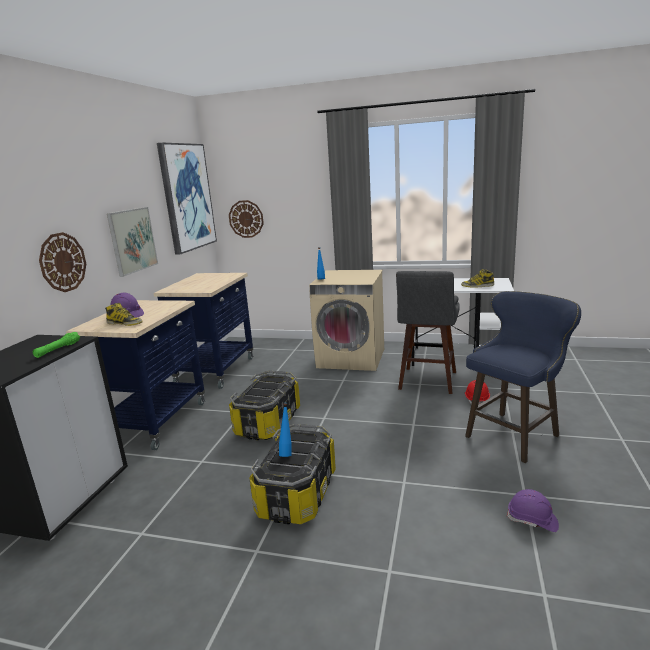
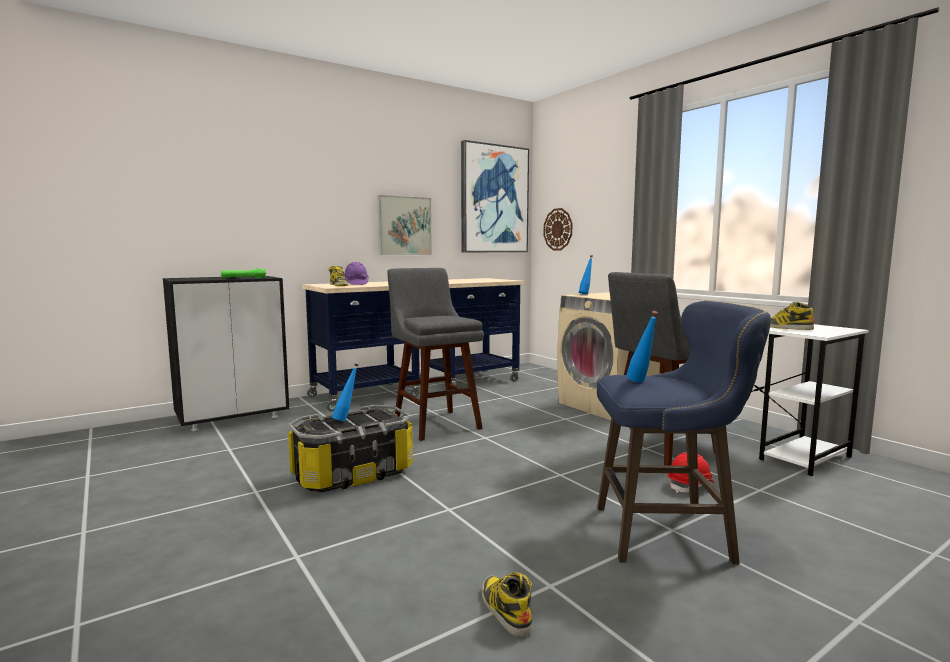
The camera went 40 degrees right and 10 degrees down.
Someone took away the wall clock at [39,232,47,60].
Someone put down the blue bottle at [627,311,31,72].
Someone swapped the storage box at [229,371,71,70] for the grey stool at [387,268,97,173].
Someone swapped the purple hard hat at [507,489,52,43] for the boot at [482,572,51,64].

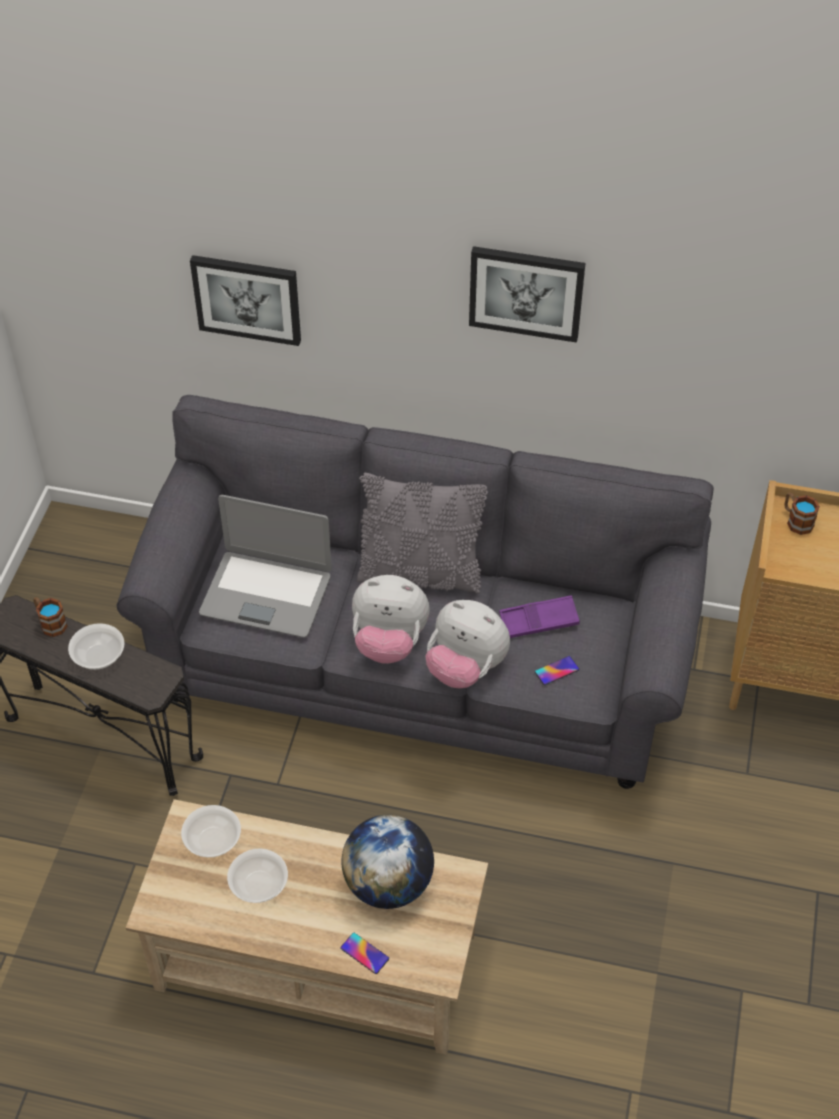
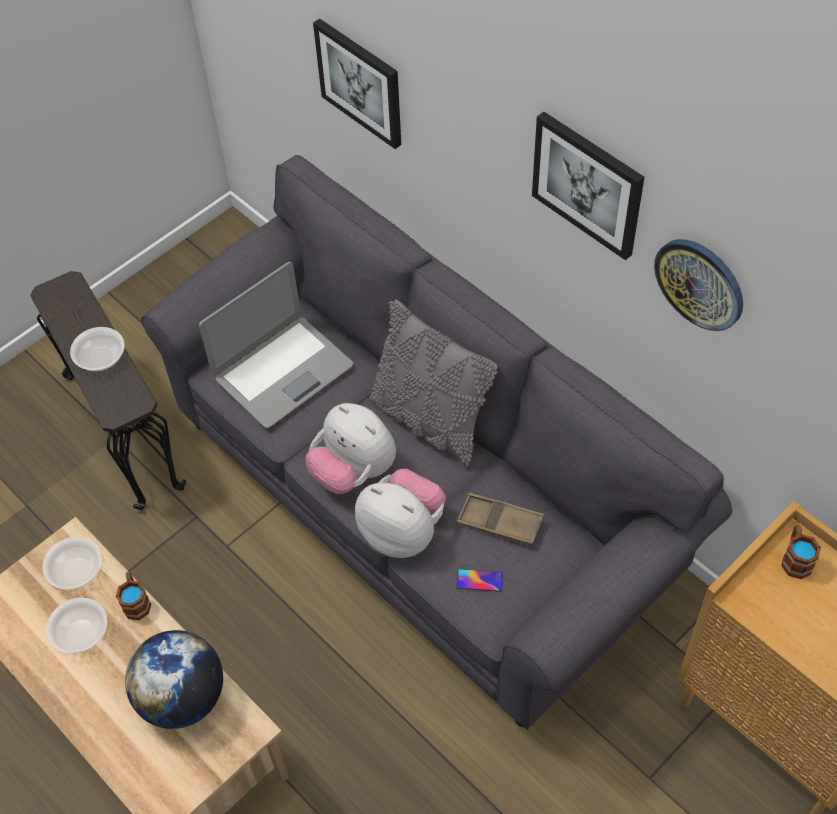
The camera went 35 degrees right and 5 degrees up.
Someone took away the phone at [340,933,49,41].
Someone put up the wall clock at [654,239,89,92].
Someone carried the mug from [33,597,35,40] to [116,572,35,48].
Someone repainted the purple tray at [499,595,81,43], which became the brown tray at [456,493,88,53].
Someone rotated the laptop at [199,495,133,143] by 90 degrees counterclockwise.
Someone rotated the plush toy at [425,600,85,88] by 150 degrees clockwise.

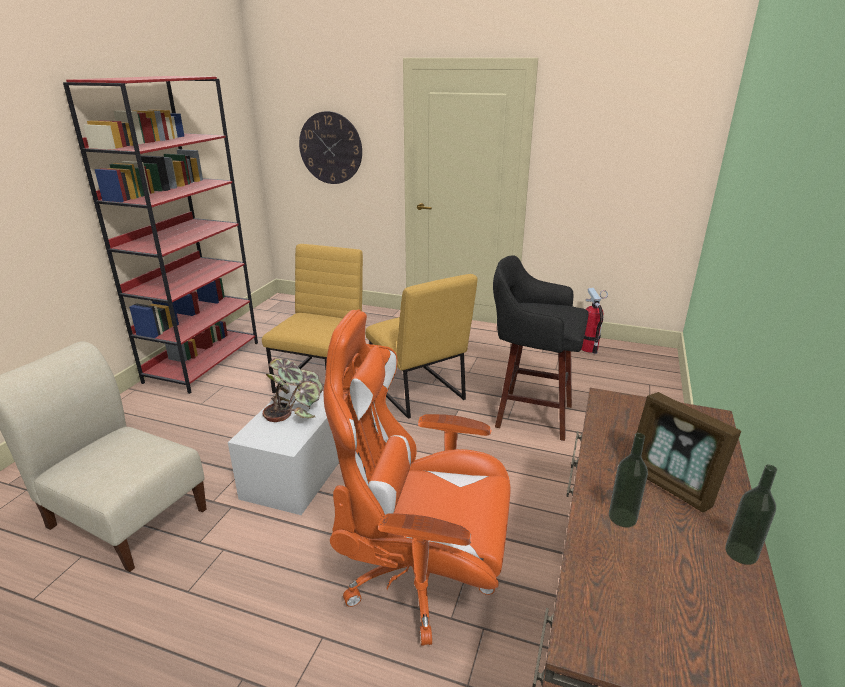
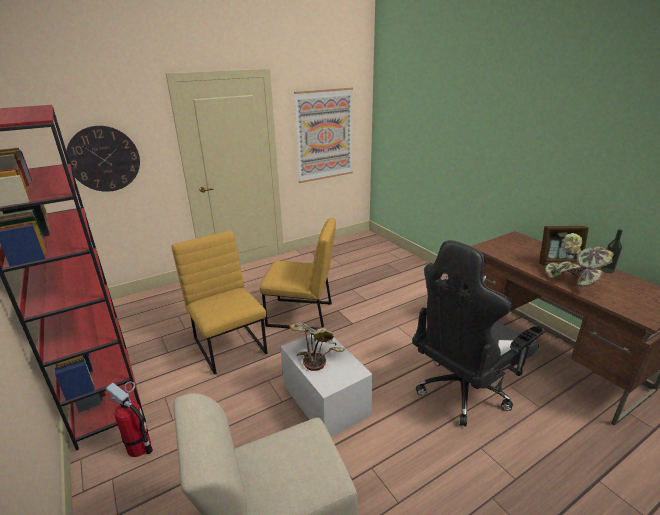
The camera went 50 degrees left and 0 degrees up.
Someone took away the black stool at [493,255,96,186].
Someone put up the picture at [294,88,59,95].
Someone carried the fire extinguisher from [581,288,27,66] to [106,381,47,76].
Someone swapped the bottle at [609,433,39,94] for the potted plant at [545,233,69,54].
Someone repainted the orange office chair at [324,309,186,337], which became the black office chair at [412,240,132,186].

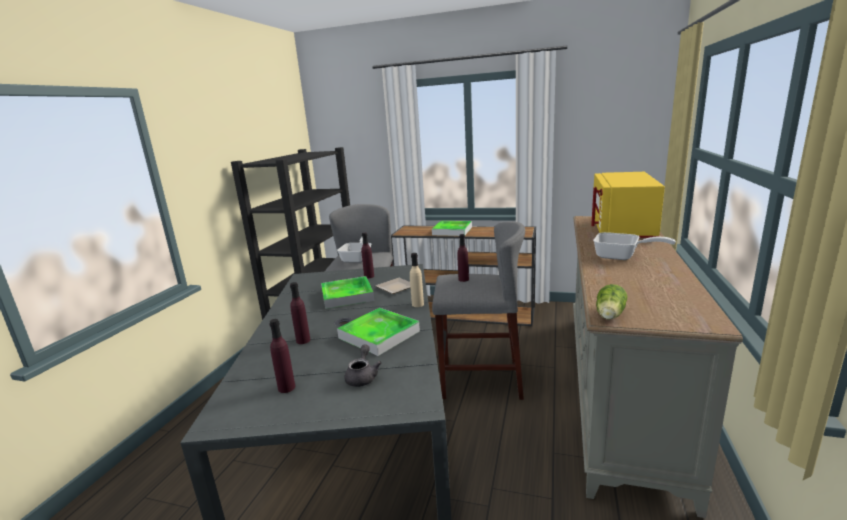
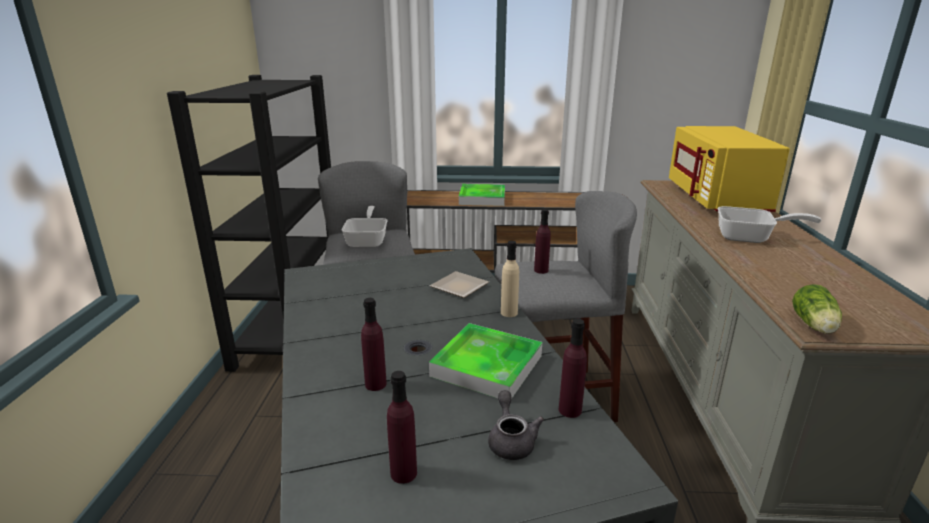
The camera went 15 degrees left and 5 degrees up.
Someone took away the tray at [321,276,53,33].
Someone carried the purple bottle from [361,233,13,46] to [559,319,28,99].

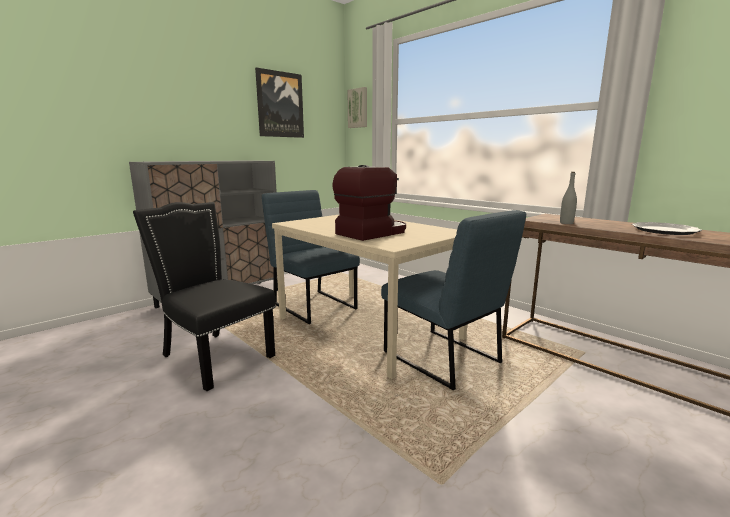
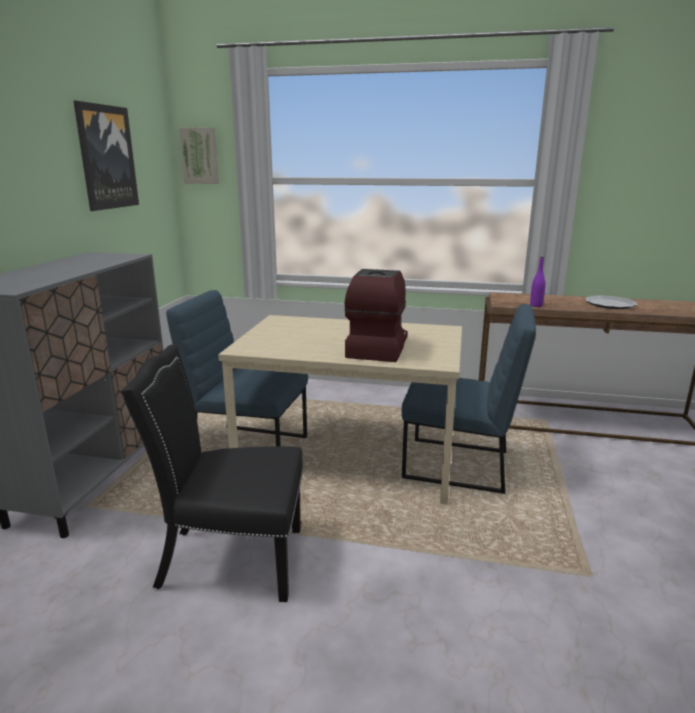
The camera went 35 degrees left and 5 degrees up.
Someone repainted the grey bottle at [560,172,17,52], which became the purple bottle at [530,257,16,50].

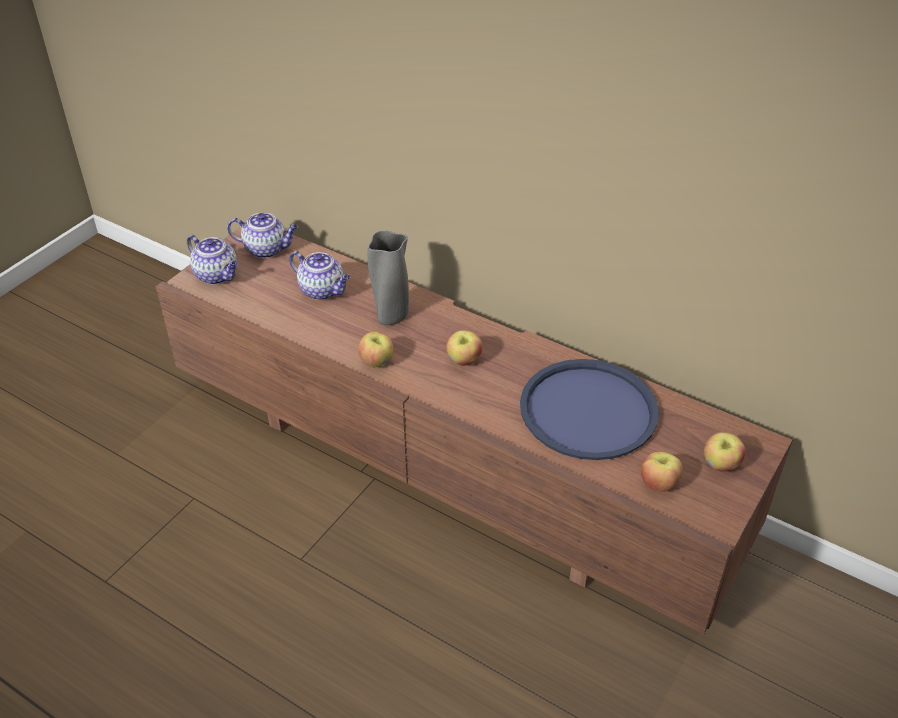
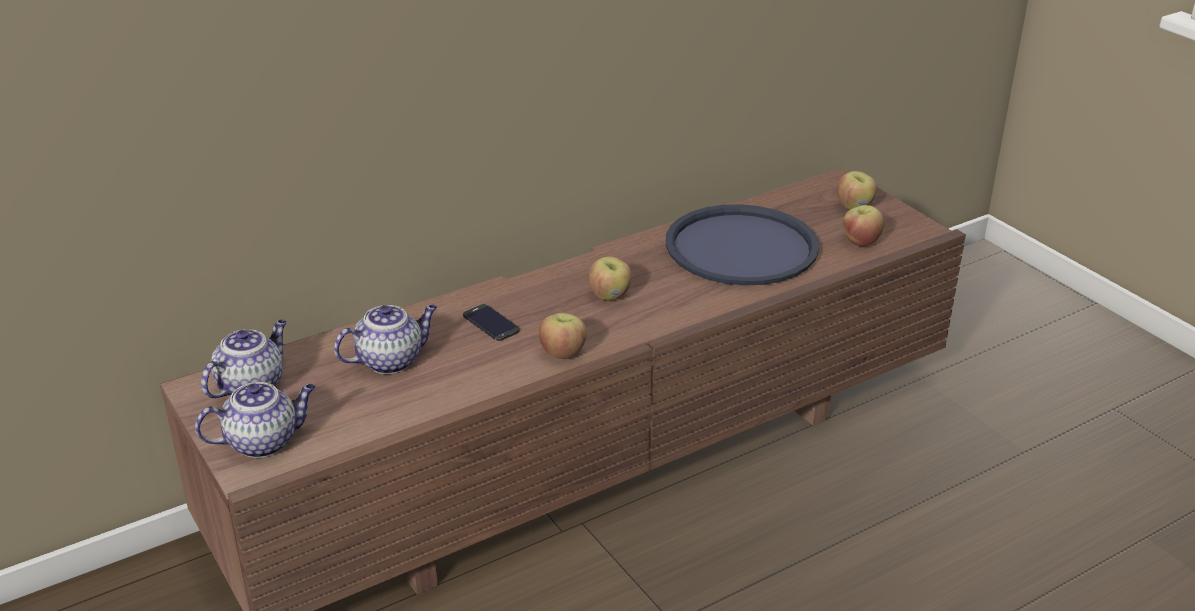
The camera went 65 degrees left and 10 degrees down.
Someone swapped the grey vase at [367,230,42,95] for the phone at [463,304,57,37].

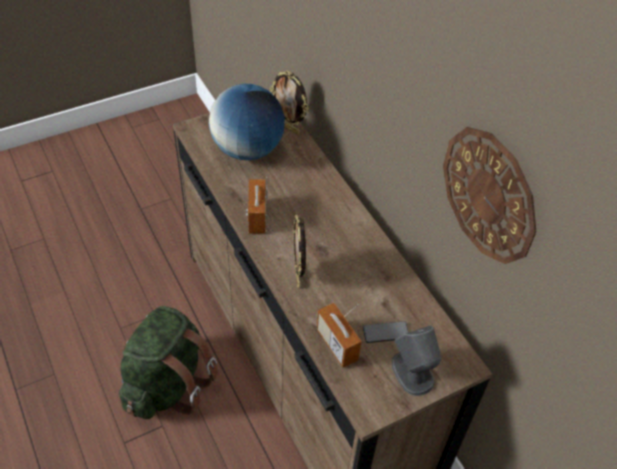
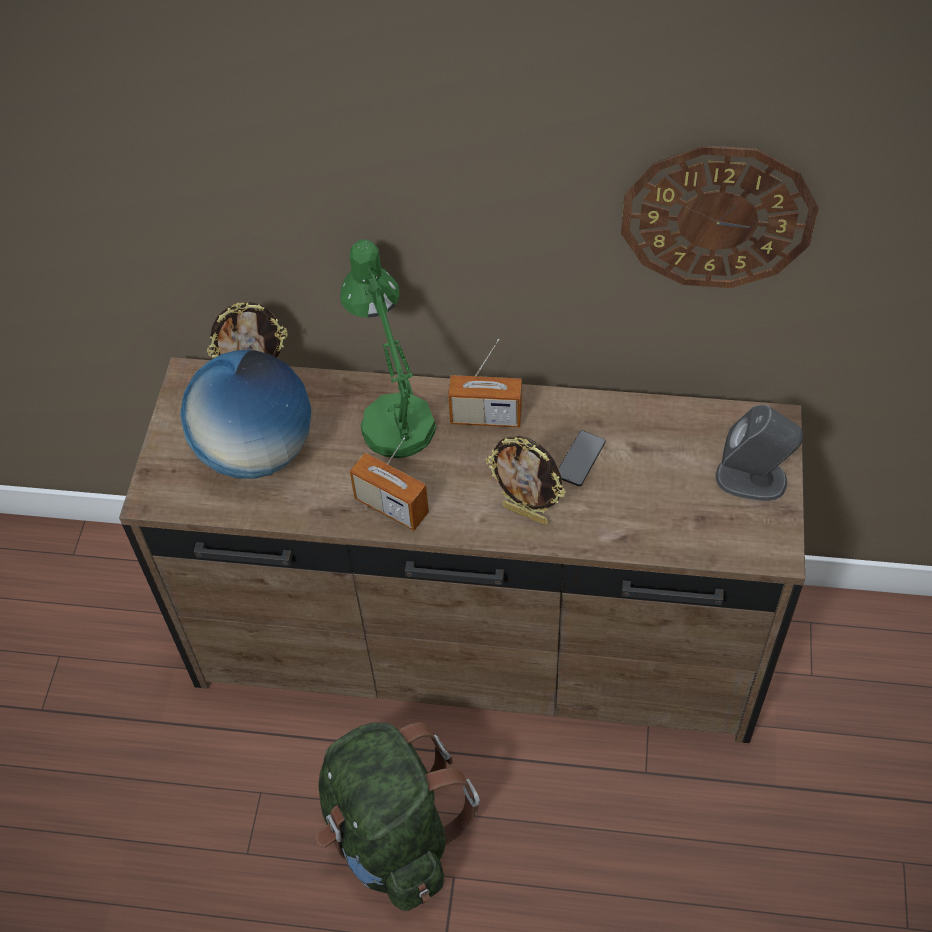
The camera went 50 degrees left and 5 degrees up.
Someone put down the green table lamp at [340,239,96,219].
Someone carried the radio from [317,303,45,65] to [448,339,74,88].
Someone carried the phone from [363,321,46,22] to [558,430,48,56].

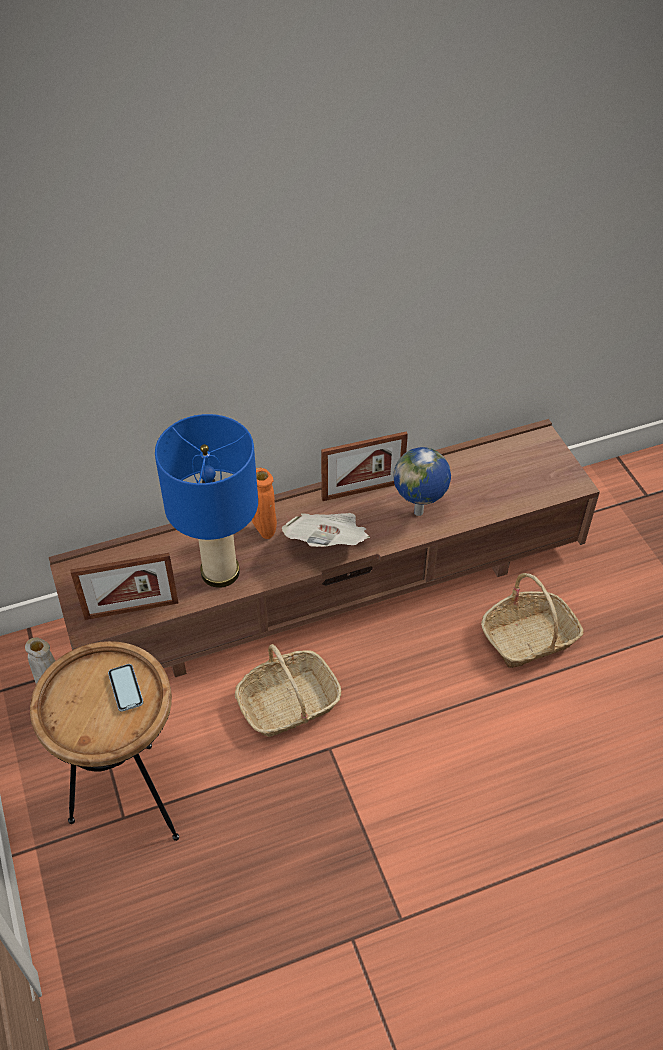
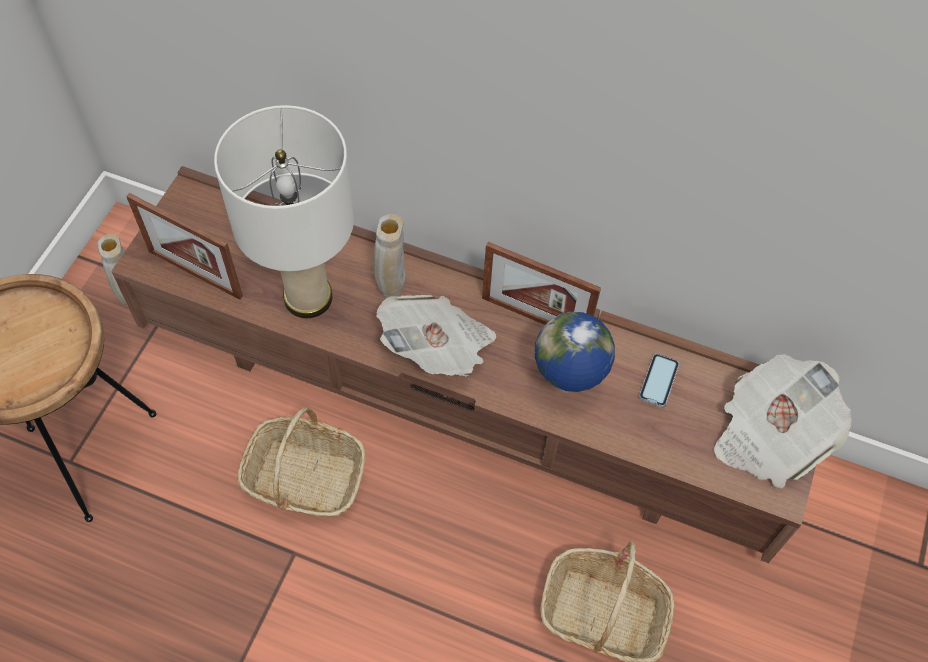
The camera went 40 degrees right and 10 degrees up.
Someone put down the newspaper at [714,354,137,134].
Someone carried the phone from [108,664,35,48] to [639,354,40,53].
Someone repainted the blue table lamp at [155,414,103,174], which became the white table lamp at [214,105,140,213].
Someone repainted the orange vase at [252,468,25,71], which became the beige vase at [374,214,31,84].

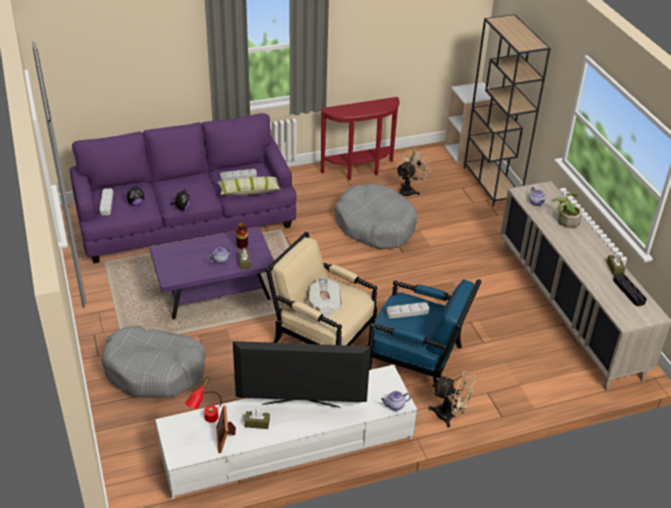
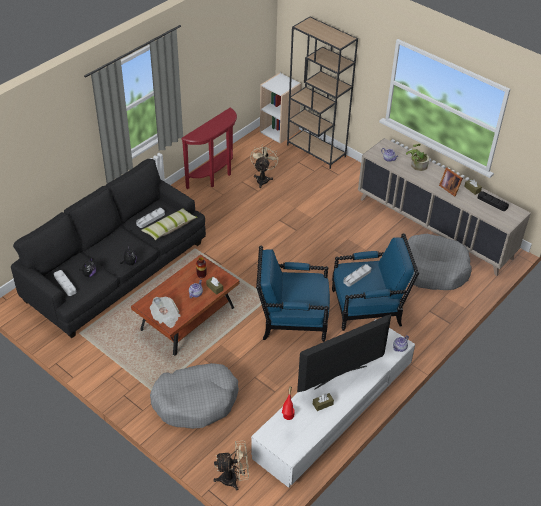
The camera went 30 degrees left and 5 degrees up.
Someone carried the picture frame from [216,405,20,48] to [439,167,24,29].
Someone carried the newspaper from [309,277,33,40] to [150,297,31,31].
Someone carried the grey dog bed from [334,184,83,66] to [407,234,65,56].
Someone carried the beige fan from [428,371,47,57] to [213,441,36,49].
Someone repainted the purple sofa at [70,113,227,150], which became the black sofa at [11,159,195,179].
Someone repainted the purple coffee table at [149,227,125,92], which became the brown coffee table at [131,254,109,102].
Someone repainted the beige armchair at [265,232,112,114], which became the blue armchair at [256,246,74,96].

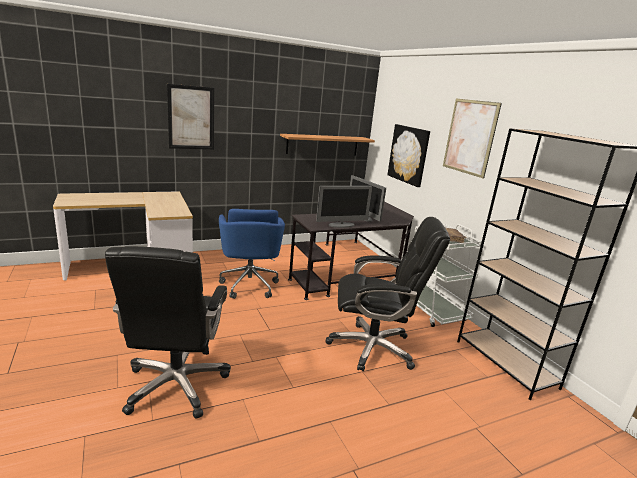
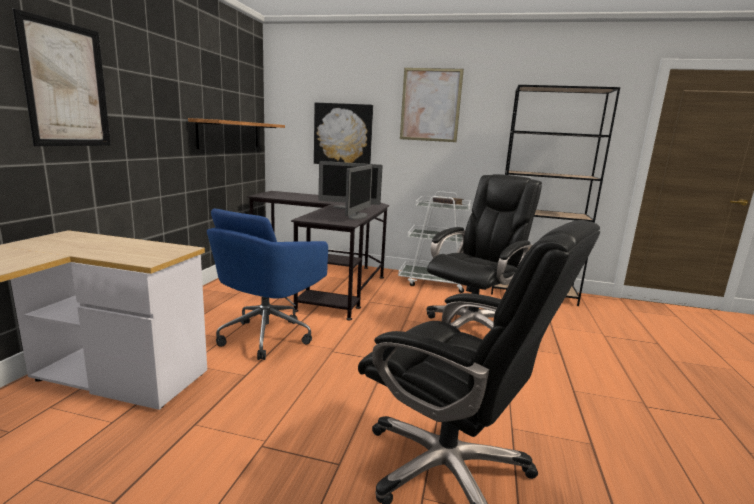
The camera went 50 degrees left and 5 degrees down.
Someone rotated the blue office chair at [219,209,66,90] by 90 degrees clockwise.

